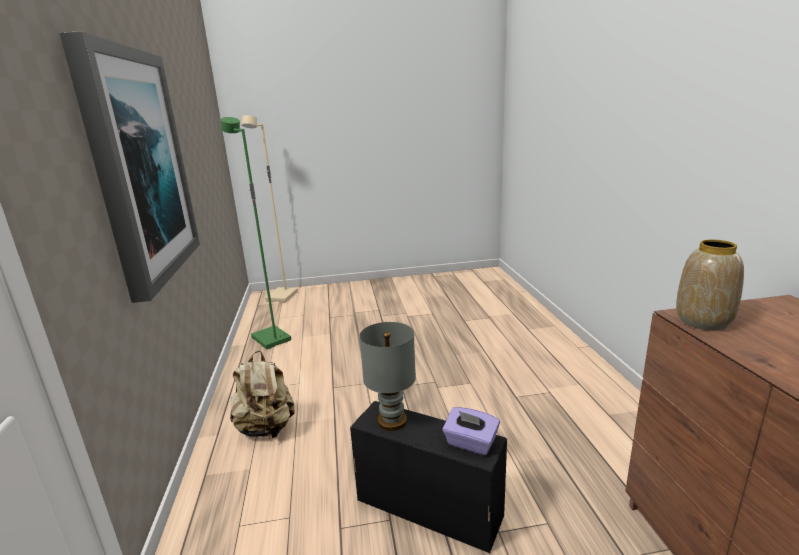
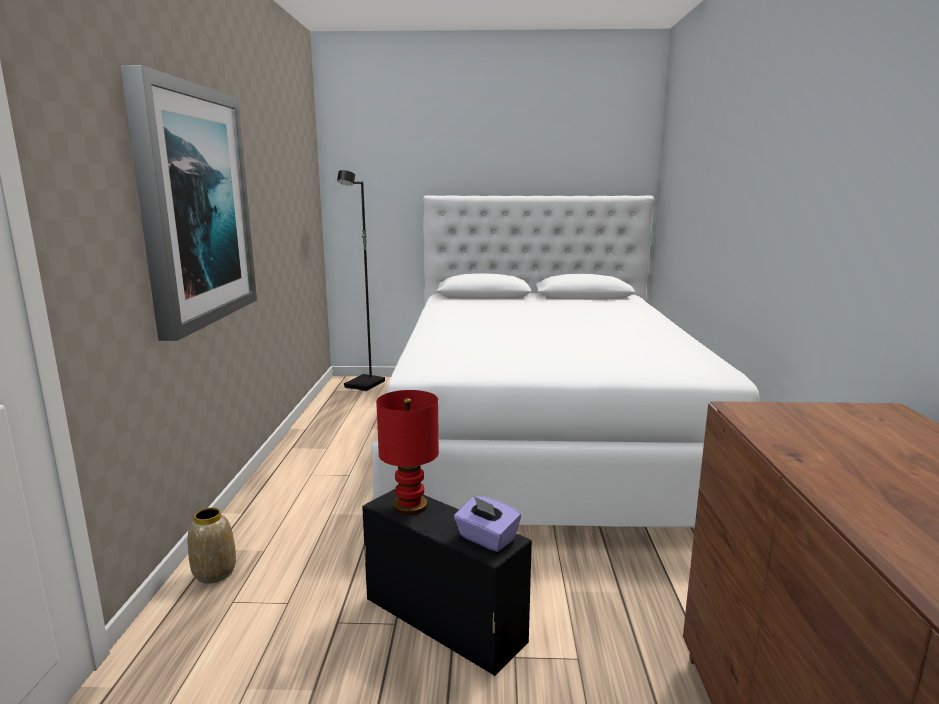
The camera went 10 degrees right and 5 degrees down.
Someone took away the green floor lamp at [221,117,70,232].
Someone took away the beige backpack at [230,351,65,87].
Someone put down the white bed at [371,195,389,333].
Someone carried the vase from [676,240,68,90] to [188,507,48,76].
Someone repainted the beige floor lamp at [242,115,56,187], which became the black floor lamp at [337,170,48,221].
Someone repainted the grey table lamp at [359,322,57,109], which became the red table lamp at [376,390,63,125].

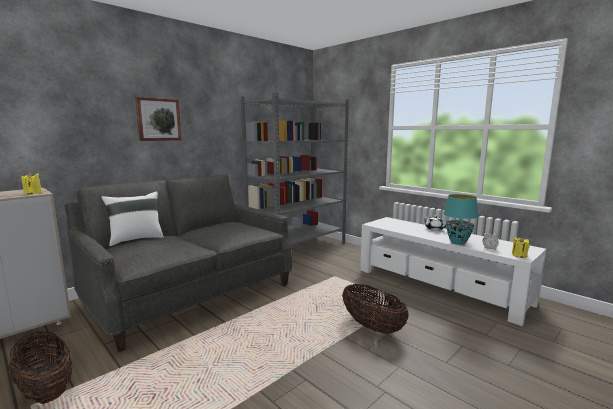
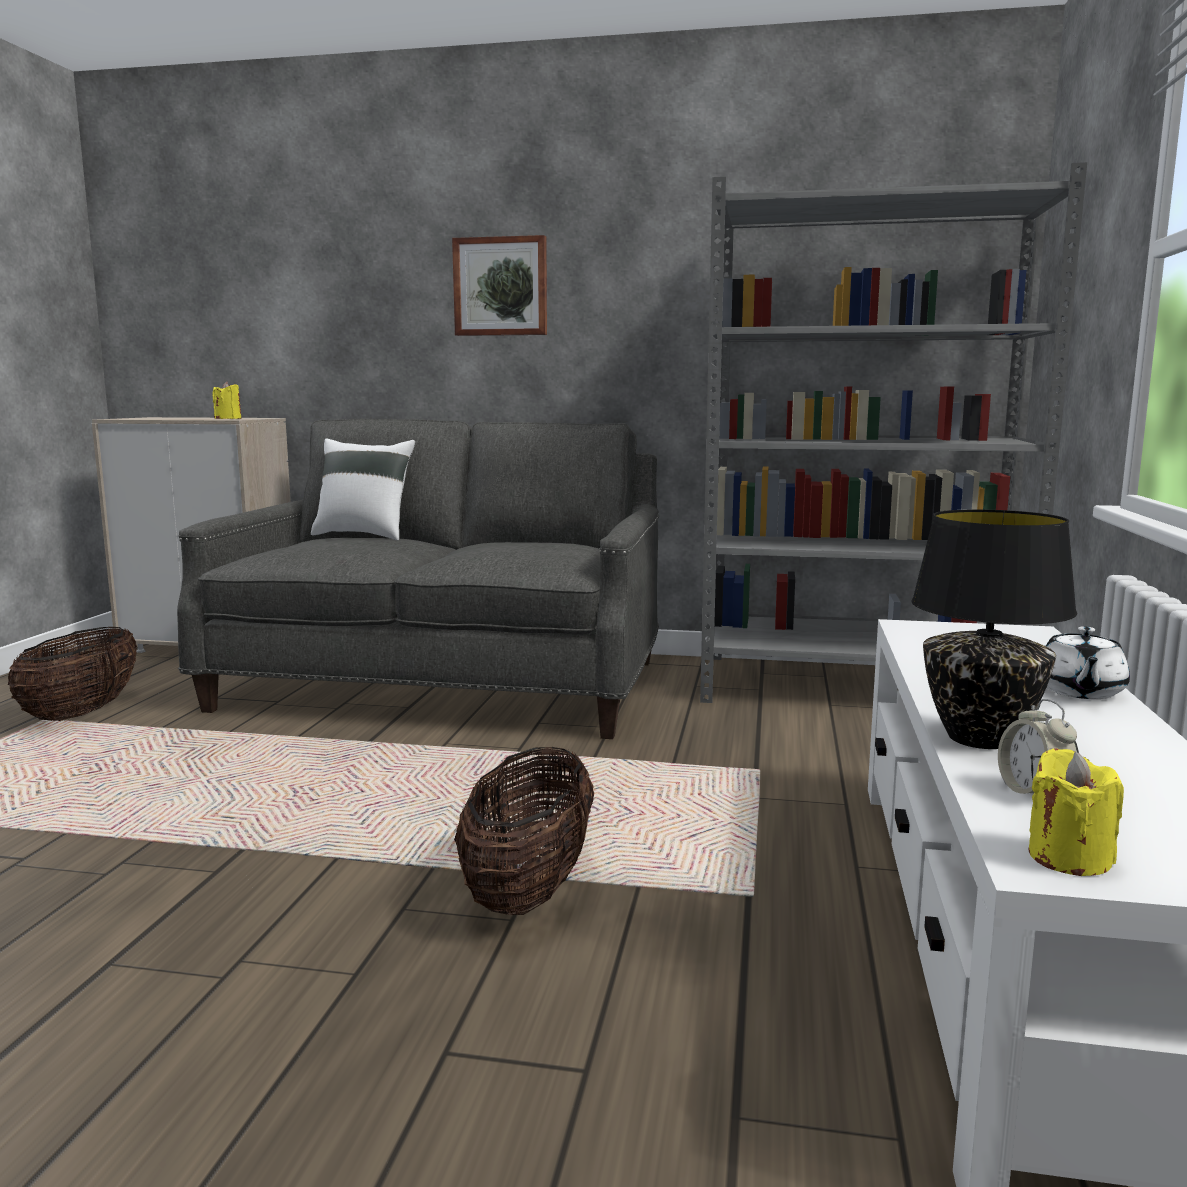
The camera went 55 degrees right and 0 degrees up.
Someone repainted the turquoise table lamp at [443,194,35,51], which became the black table lamp at [911,509,166,240].

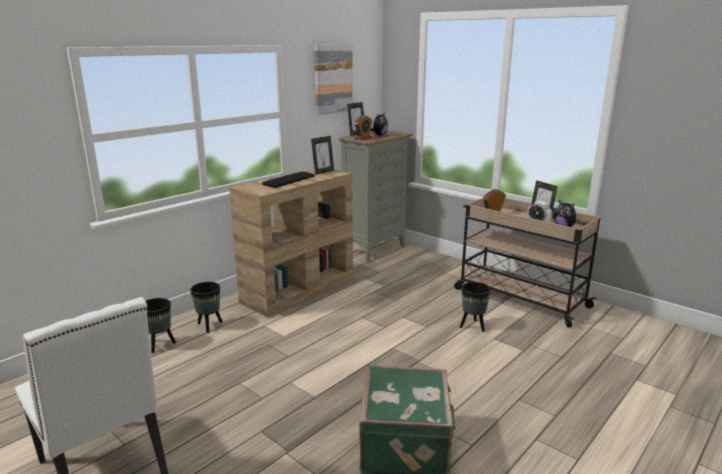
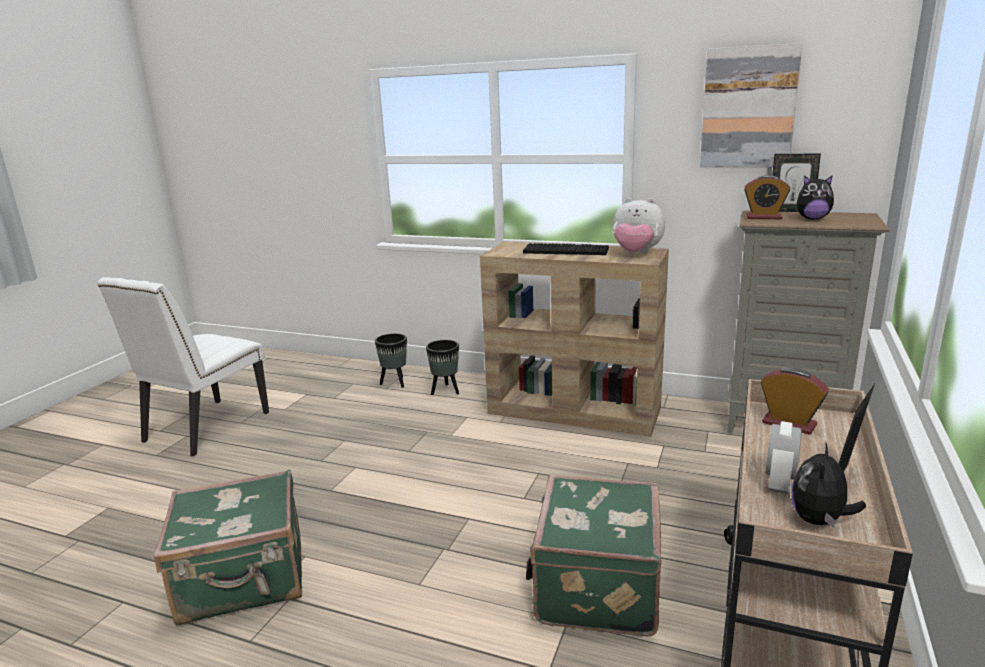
The camera went 70 degrees right and 0 degrees up.
Someone swapped the picture frame at [311,136,23,39] for the plush toy at [613,198,52,56].
Someone swapped the black planter at [460,282,31,50] for the green suitcase at [526,475,136,162].

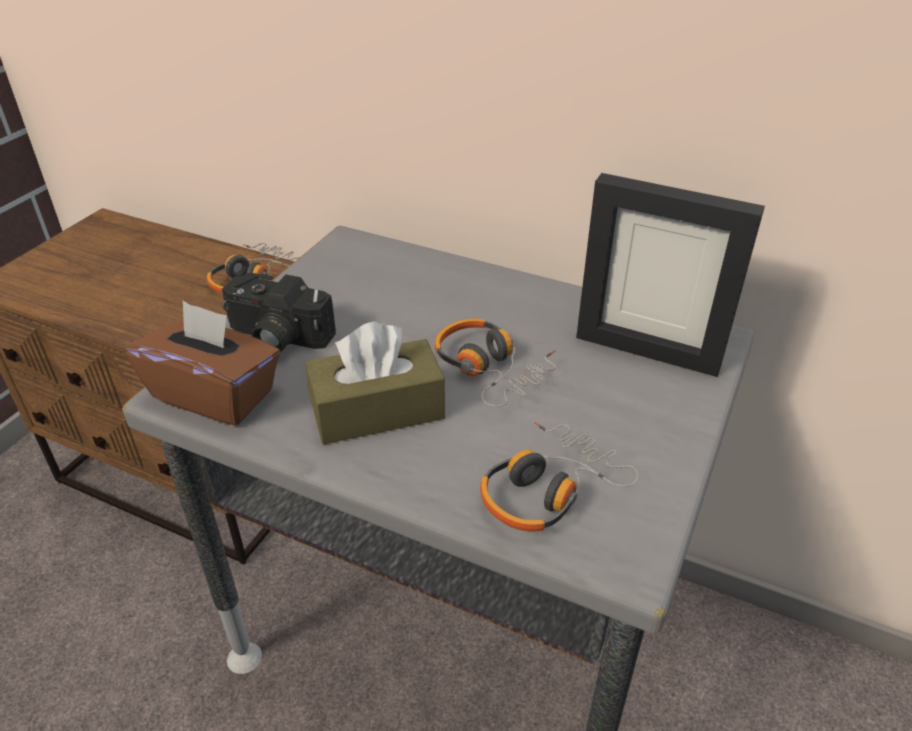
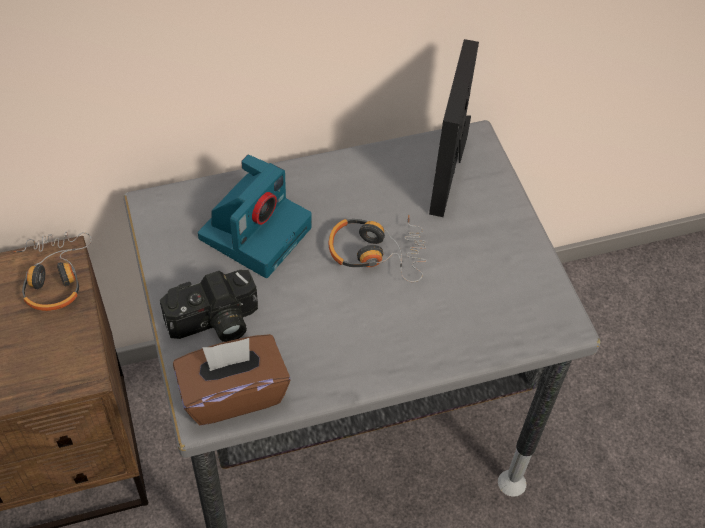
The camera went 45 degrees left and 15 degrees up.
Someone took away the brown tissue box at [305,321,140,123].
Someone took away the headphones at [480,422,159,110].
Someone put down the photo camera at [198,155,114,123].
Someone rotated the picture frame at [576,173,189,204] by 120 degrees clockwise.

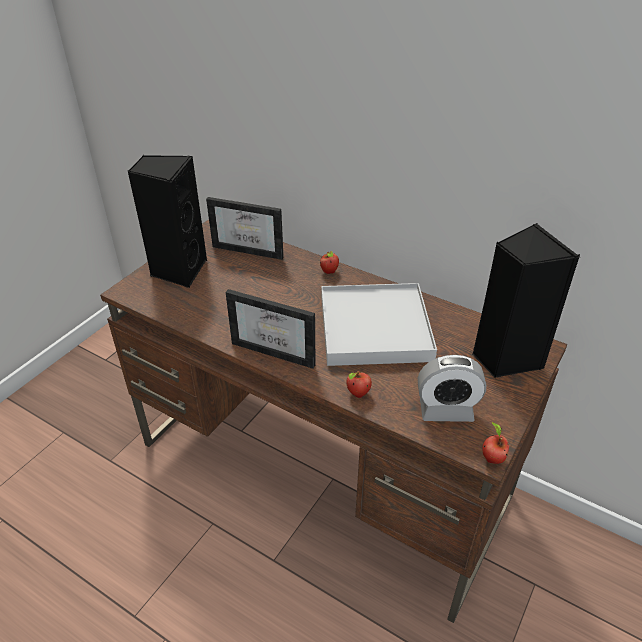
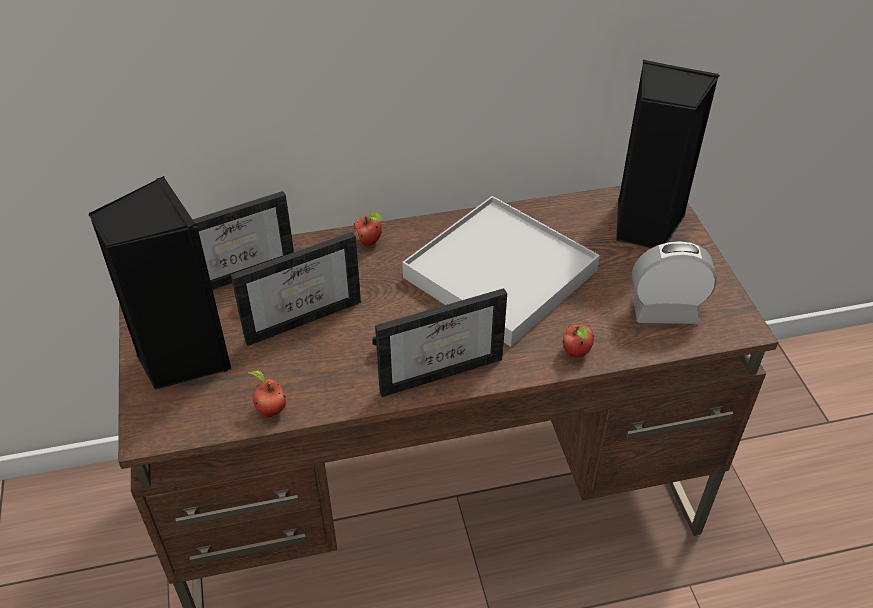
The camera went 45 degrees left and 5 degrees up.
Someone put down the picture frame at [231,232,130,114].
Someone carried the apple from [482,422,27,42] to [248,371,38,46].
Someone rotated the alarm clock at [418,355,68,67] by 135 degrees counterclockwise.

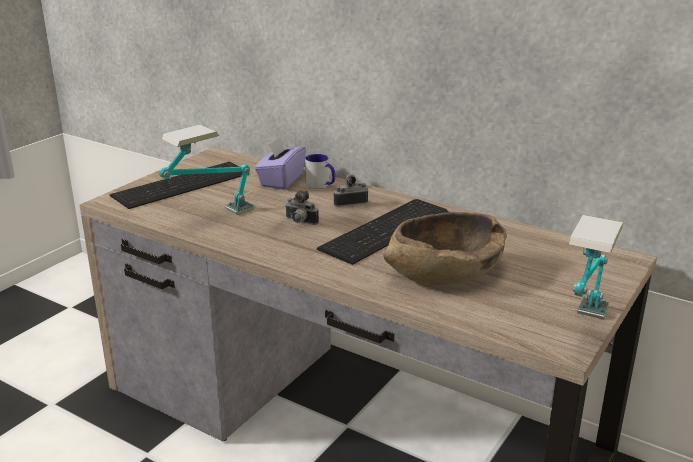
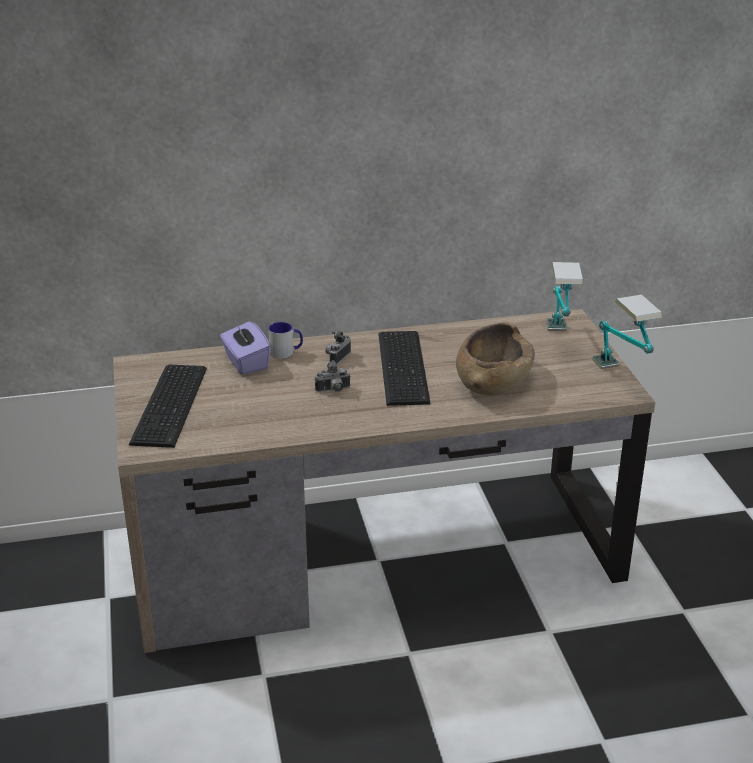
The camera went 45 degrees left and 5 degrees up.
Someone carried the table lamp from [159,125,96,90] to [547,262,36,69].

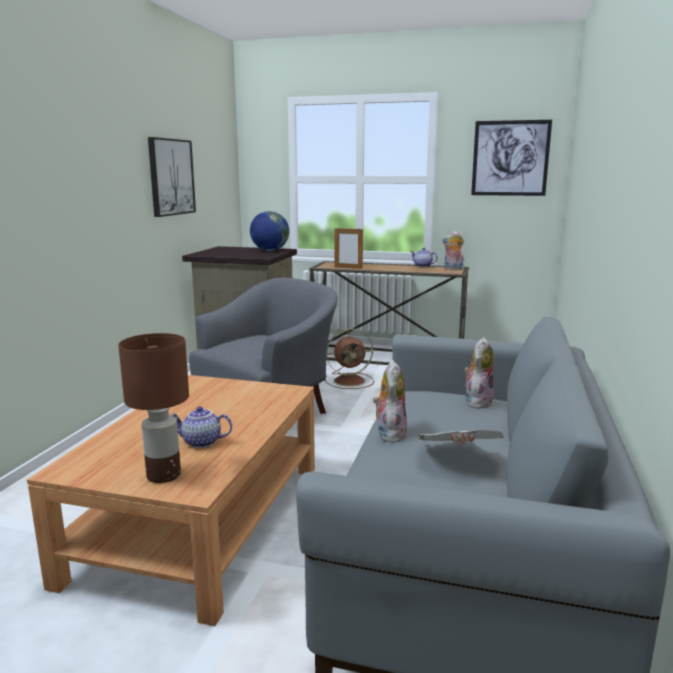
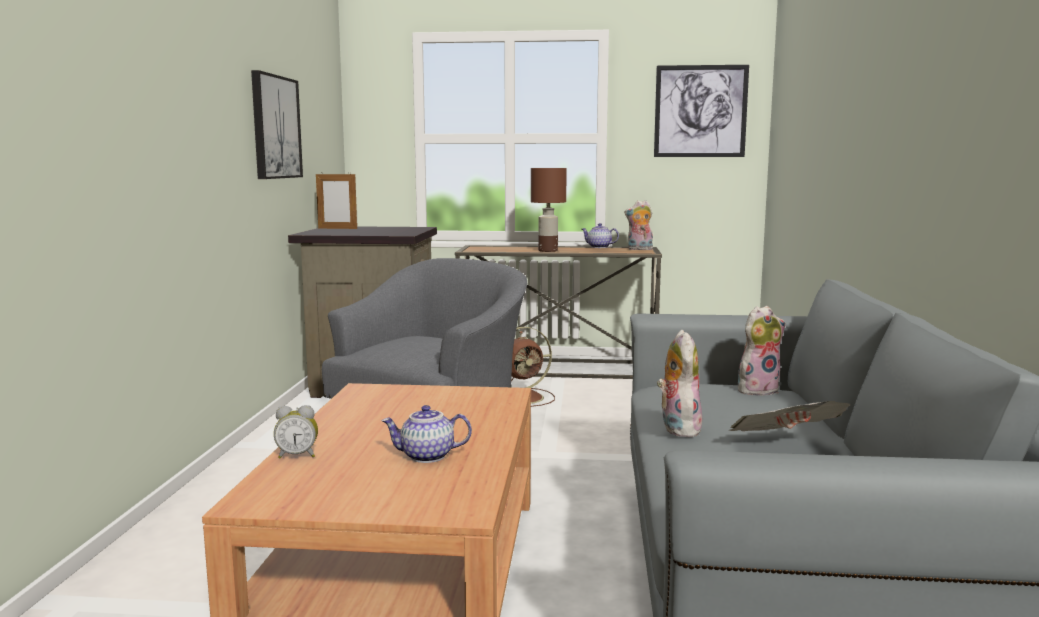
The camera went 10 degrees left and 5 degrees down.
Someone took away the globe at [250,211,39,40].
Someone put down the alarm clock at [274,405,44,53].
Someone carried the brown table lamp from [118,333,71,150] to [531,168,36,84].
Someone carried the picture frame from [335,227,28,42] to [316,172,41,57].
Someone rotated the plush toy at [464,337,30,72] by 45 degrees clockwise.

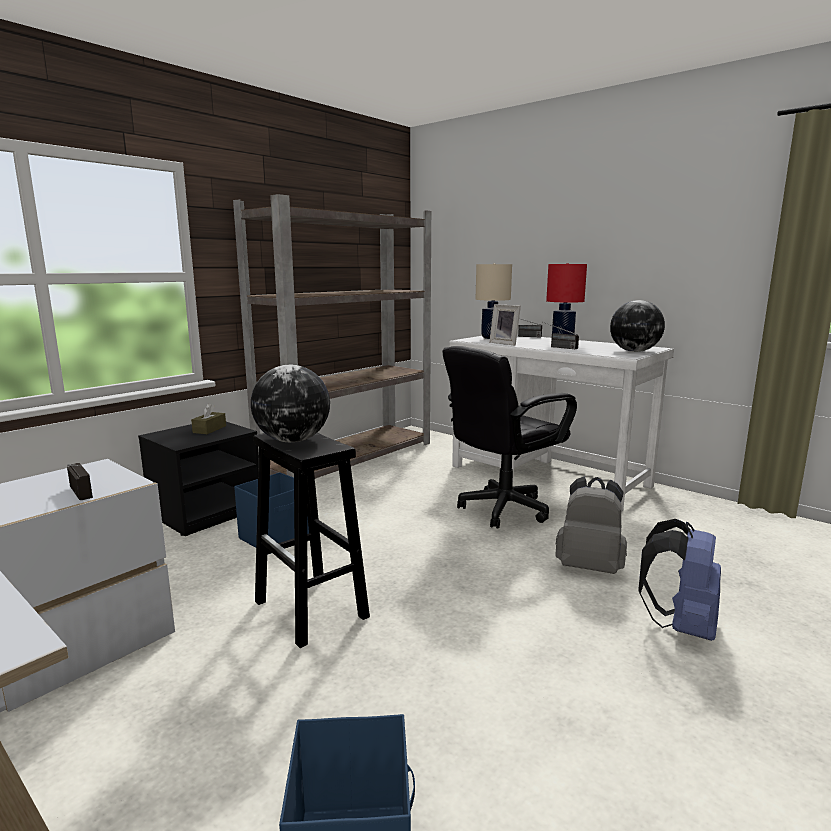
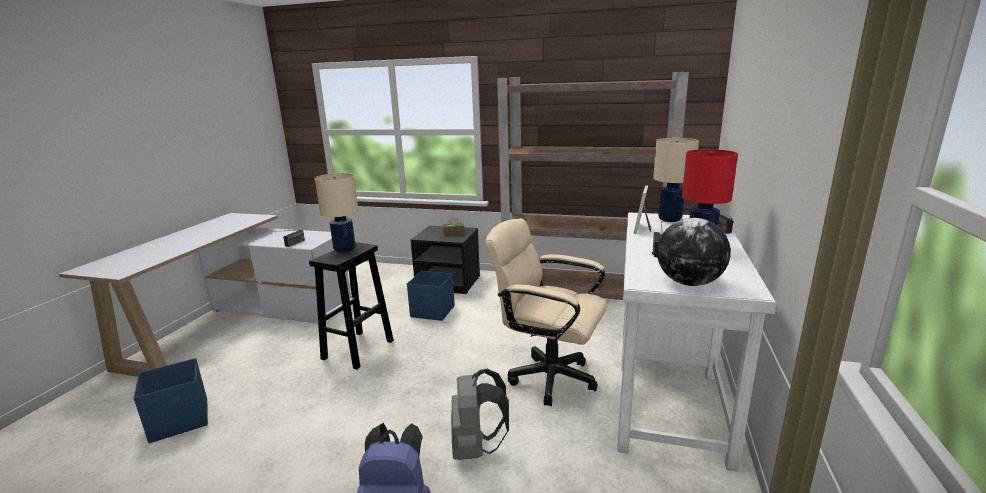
The camera went 65 degrees right and 5 degrees up.
Someone swapped the globe at [251,365,79,77] for the beige table lamp at [315,173,43,80].
Someone repainted the black office chair at [442,346,135,182], which became the beige office chair at [485,218,123,188].

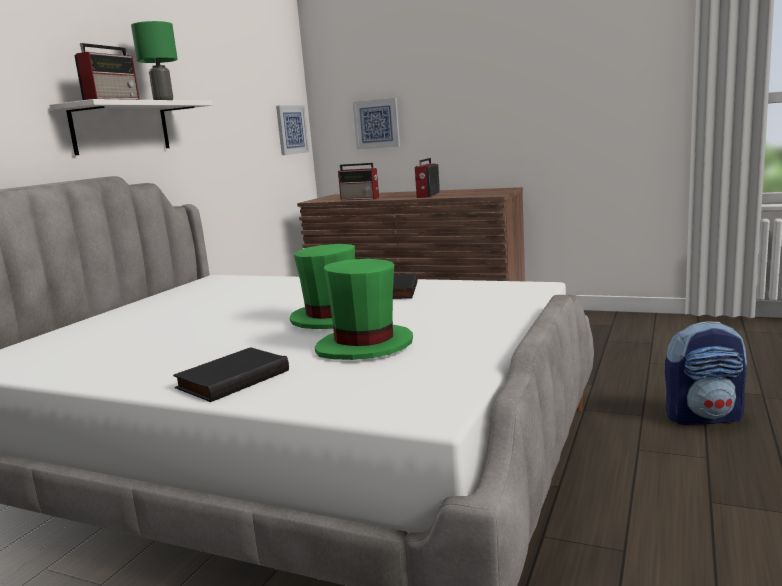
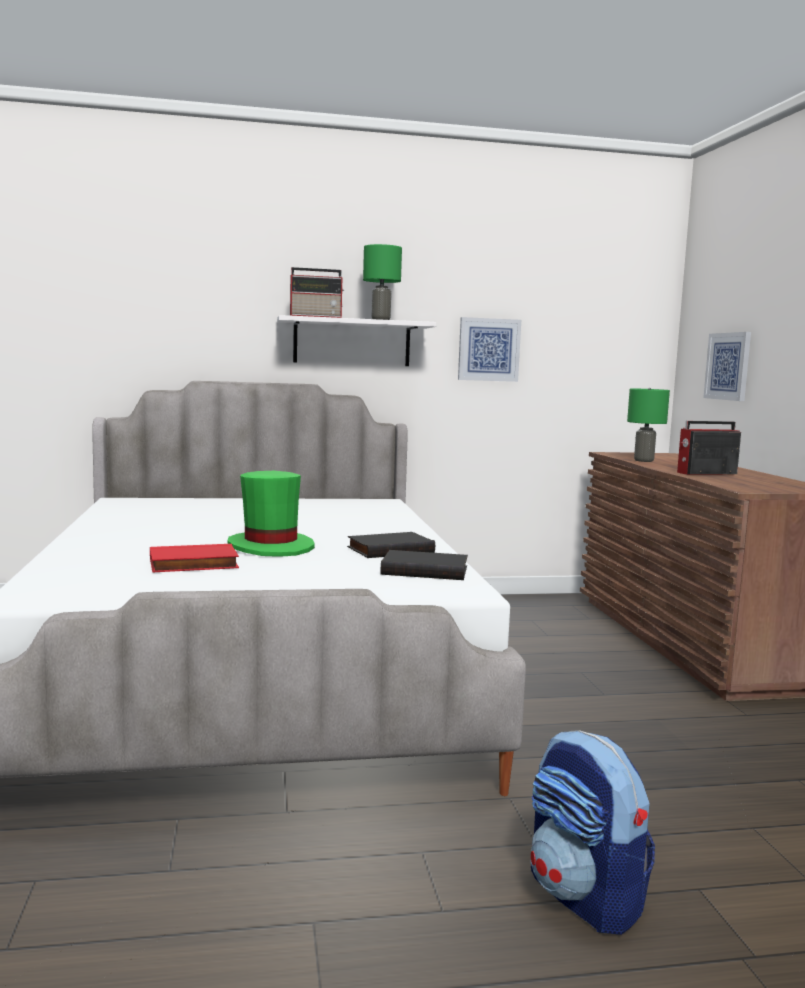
The camera went 55 degrees right and 5 degrees down.
Someone carried the black book from [173,347,116,55] to [381,550,87,30].
Someone carried the picture from [276,105,33,50] to [458,317,63,65].
Someone swapped the green hat at [314,259,99,101] for the red book at [150,544,89,29].
Someone swapped the radio at [338,163,41,37] for the green table lamp at [627,388,43,74].

